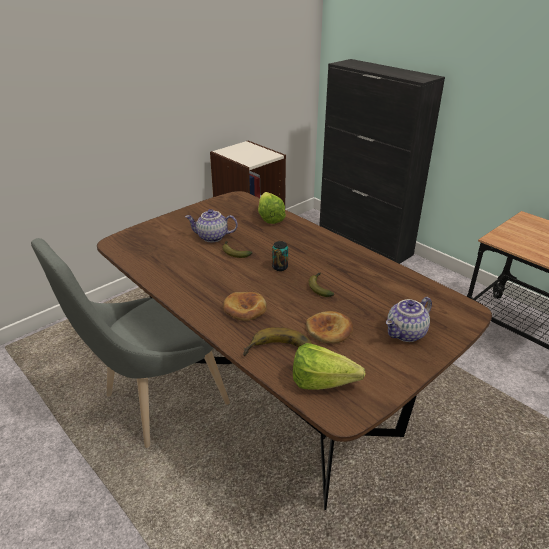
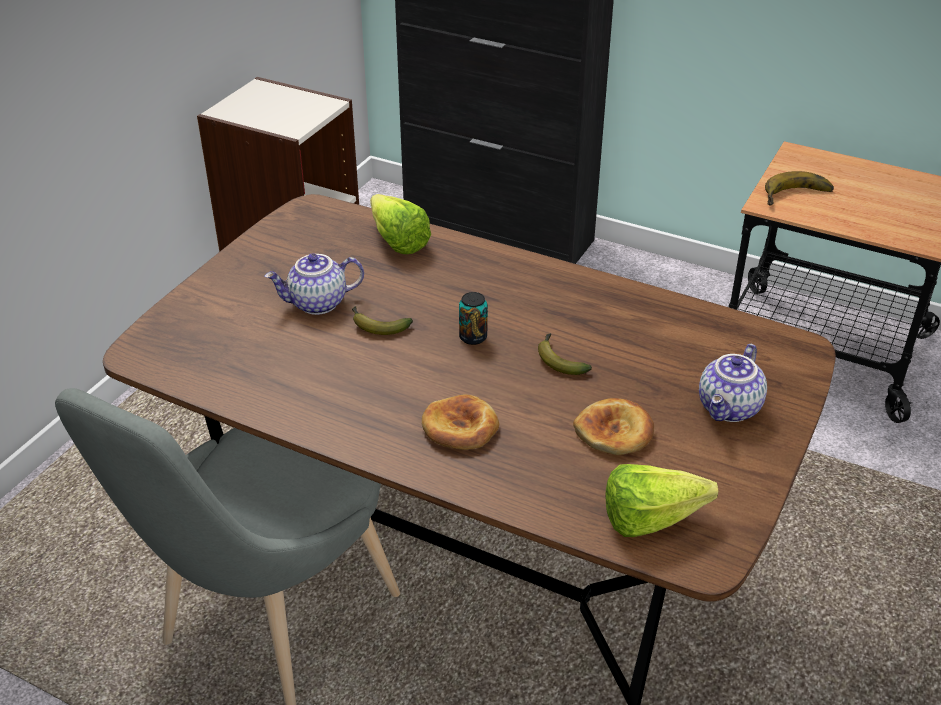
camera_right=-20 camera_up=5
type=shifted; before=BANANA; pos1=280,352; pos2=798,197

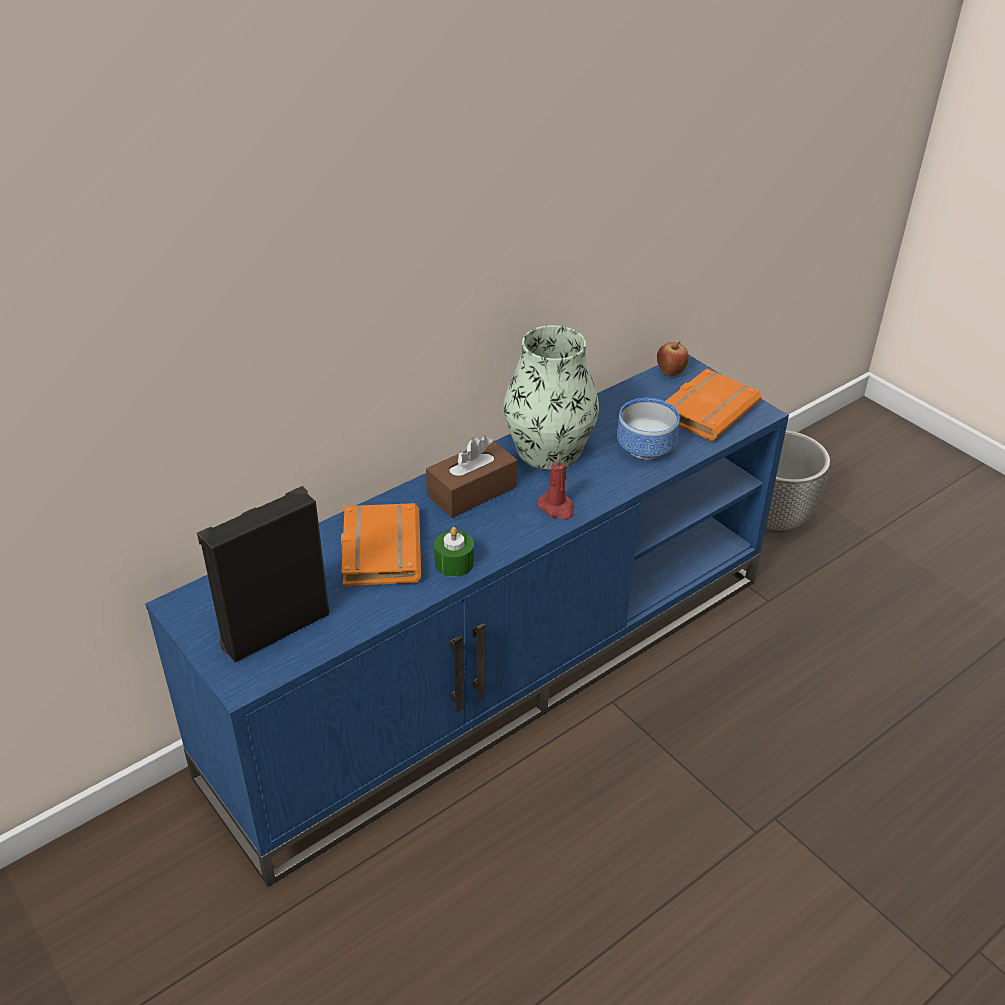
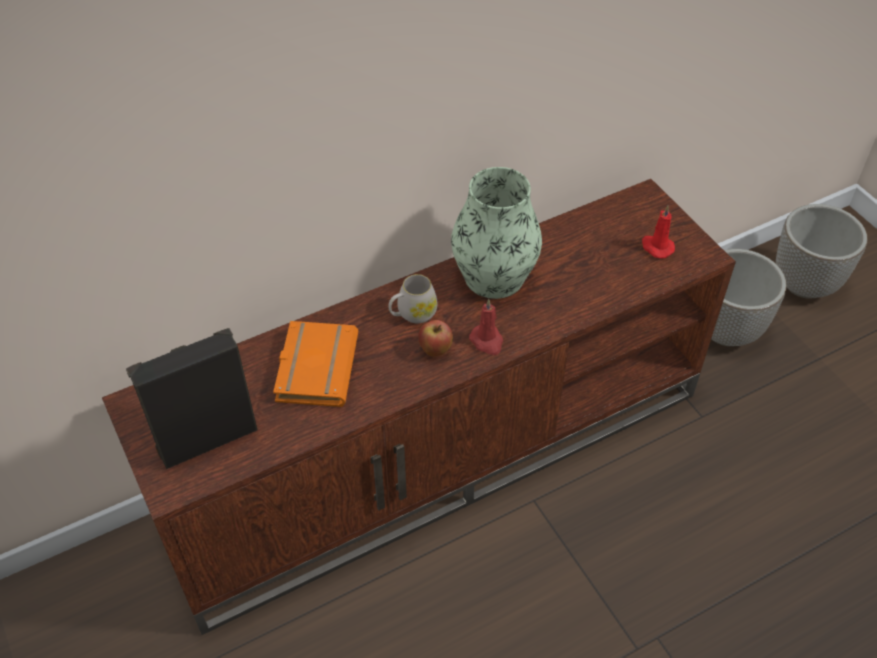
camera_right=10 camera_up=10
type=repainted; before=BLUE-COLOURED MEDIA CONSOLE; after=BROWNISH MEDIA CONSOLE; pos1=498,668; pos2=438,453
type=swapped; before=BROWNISH TISSUE HOLDER; after=WHITE-COLOURED TEA MUG; pos1=472,491; pos2=412,314
type=shifted; before=APPLE FRUIT; pos1=670,373; pos2=435,350
type=swapped; before=ORANGE-COLOURED BOOK; after=RED CANDLE; pos1=707,409; pos2=656,247
type=new; after=FLOWER POT; pos2=805,283
type=gone; before=GREEN-COLOURED CANDLE; pos1=454,563
type=gone; before=BOWL; pos1=645,450

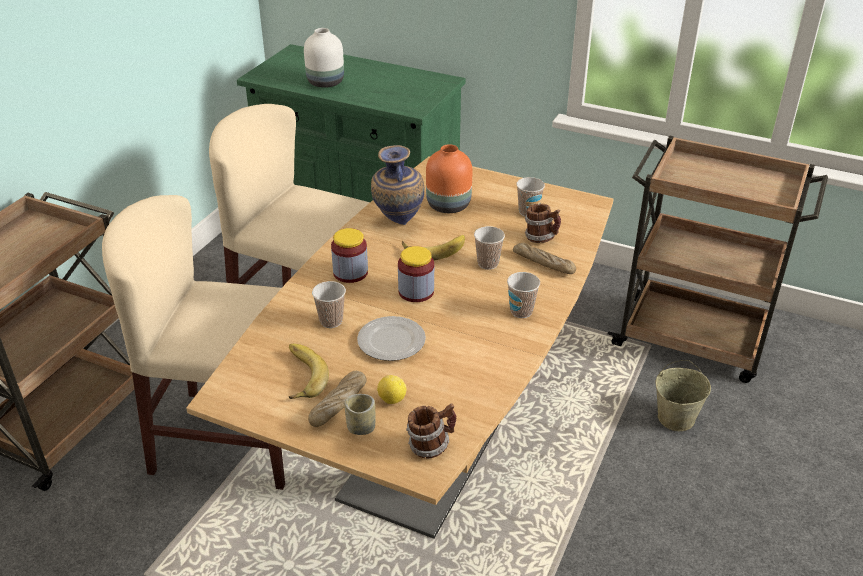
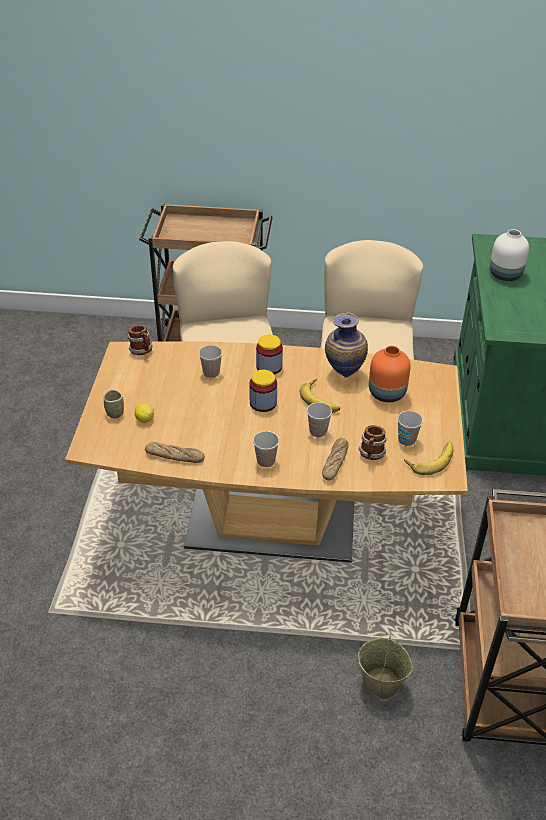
camera_right=70 camera_up=5
type=shifted; before=TEA MUG; pos1=431,445; pos2=142,351
type=shifted; before=BAKED BREAD; pos1=338,403; pos2=174,456
type=shifted; before=BANANA; pos1=300,375; pos2=430,459
type=gone; before=PLATE; pos1=391,342

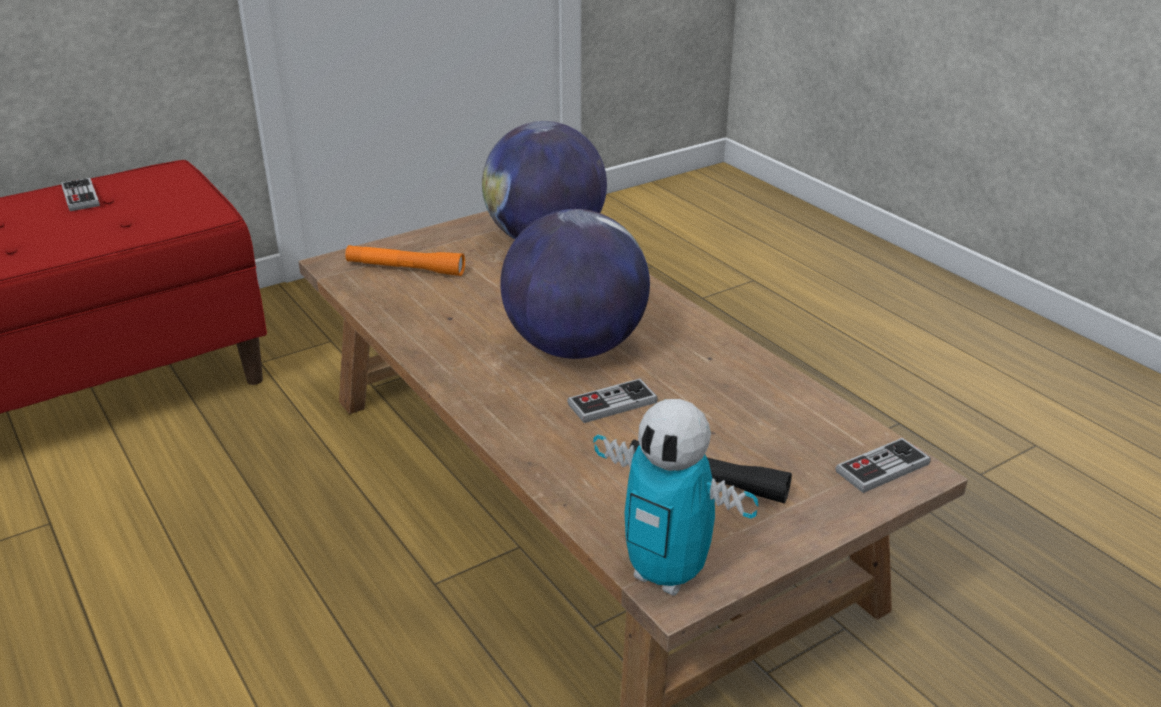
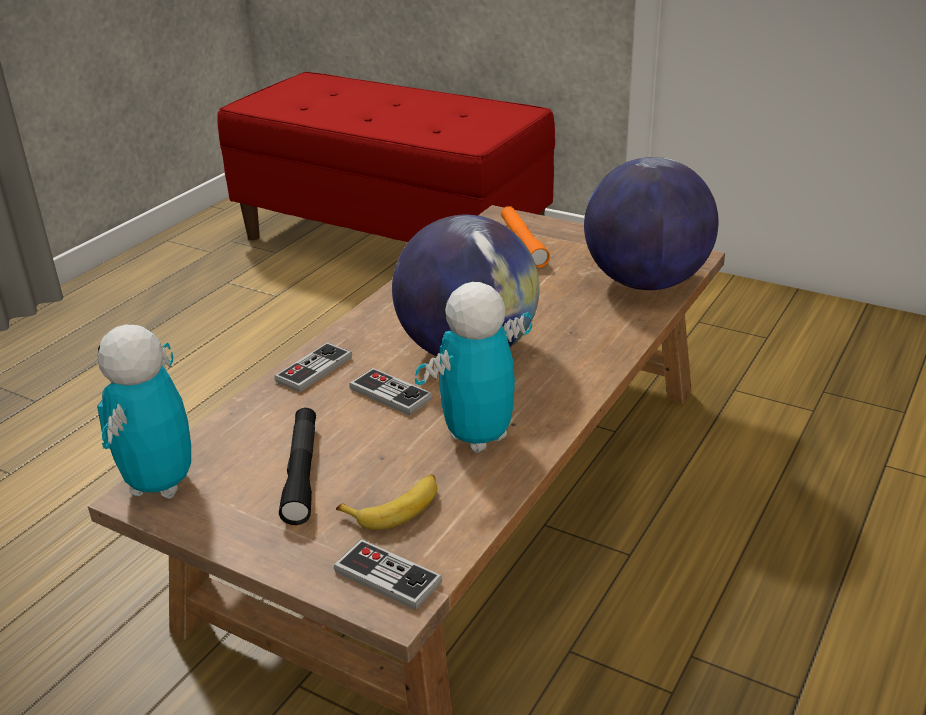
camera_right=65 camera_up=0
type=shifted; before=JOYPAD; pos1=81,197; pos2=314,369
type=new; after=BANANA; pos2=395,508
type=new; after=TOY ROBOT; pos2=478,438

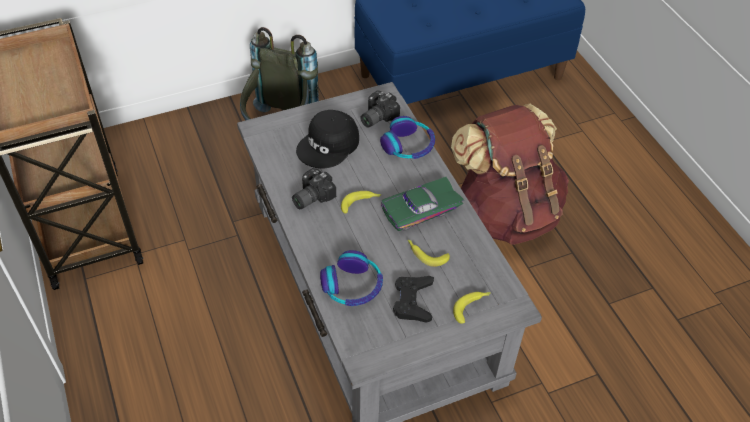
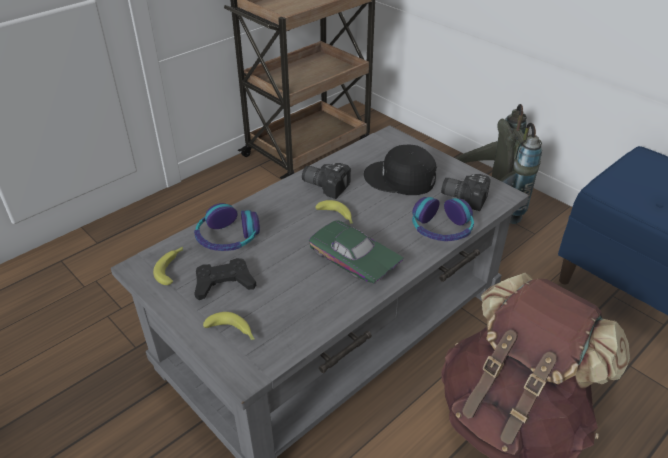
camera_right=70 camera_up=-10
type=shifted; before=BANANA; pos1=426,254; pos2=172,268

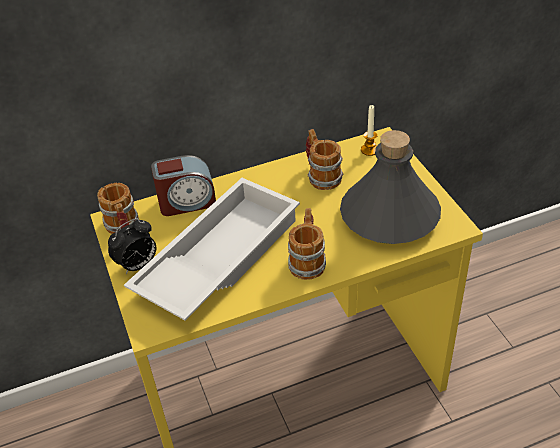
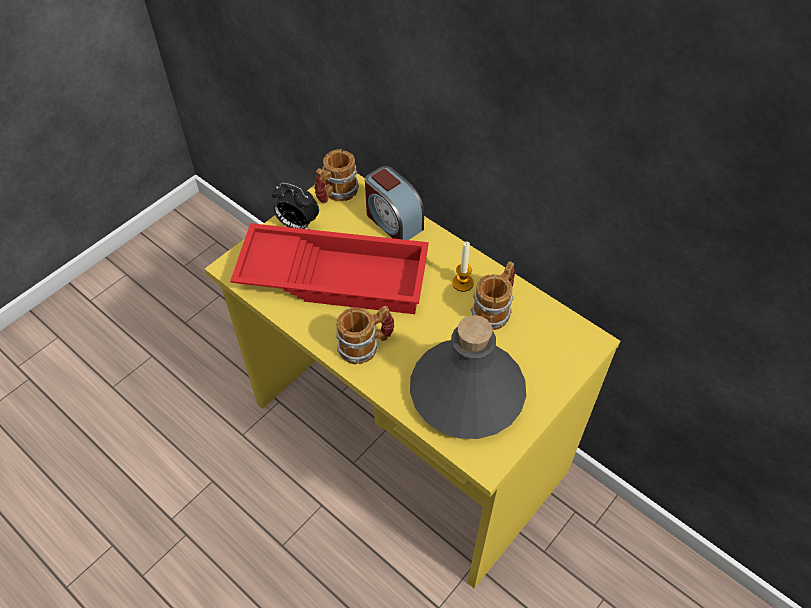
camera_right=60 camera_up=10
type=repainted; before=WHITE-COLOURED CARRYING TRAY; after=RED CARRYING TRAY; pos1=217,257; pos2=335,275
type=shifted; before=CANDLE; pos1=369,150; pos2=462,283

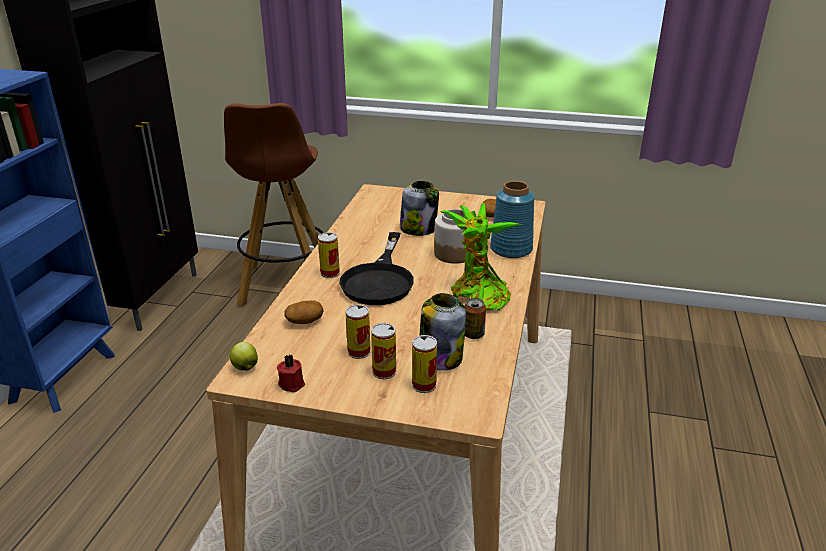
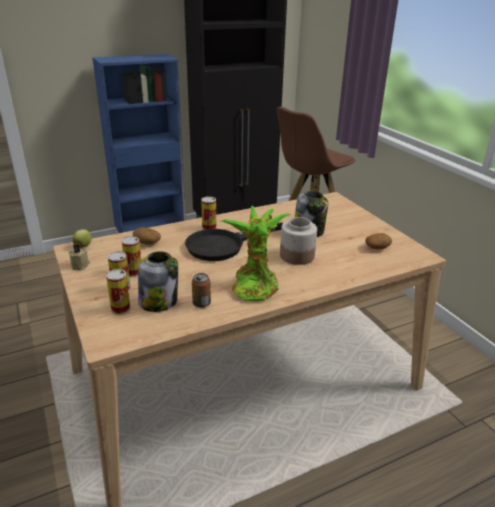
camera_right=50 camera_up=0
type=repainted; before=RED CANDLE; after=BEIGE CANDLE; pos1=292,383; pos2=81,265
type=gone; before=BLUE-COLOURED DECORATIVE VASE; pos1=511,249

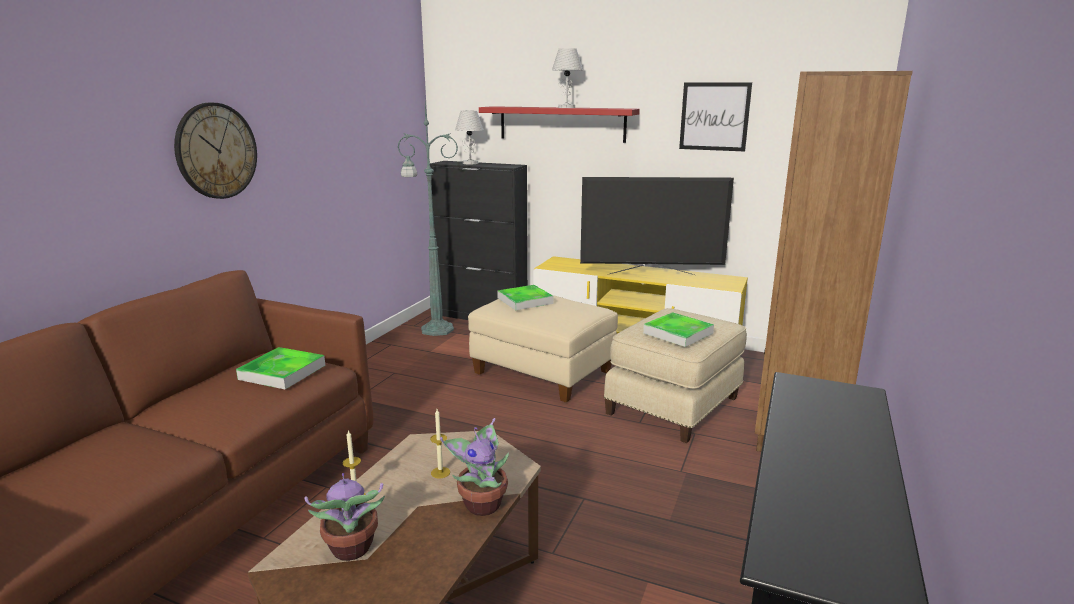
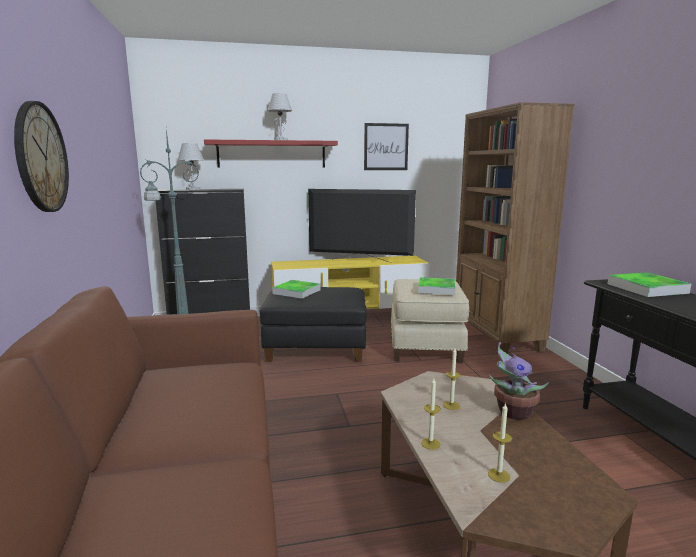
camera_right=-35 camera_up=-5
type=repainted; before=BEIGE POUFFE; after=BLACK-COLOURED POUFFE; pos1=543,373; pos2=316,348
type=rotated; before=TELEVISION; pos1=651,274; pos2=360,261; turn=-135
type=swapped; before=HOUSEPLANT; after=CANDLE; pos1=351,549; pos2=499,475
type=shifted; before=CARRYING TRAY; pos1=282,372; pos2=647,288

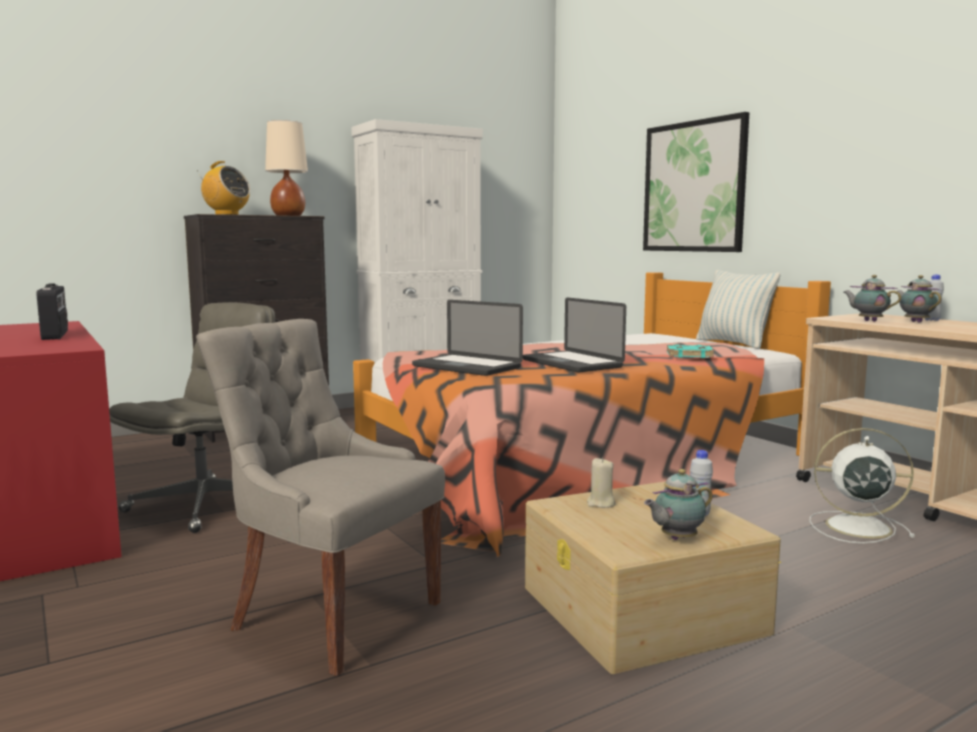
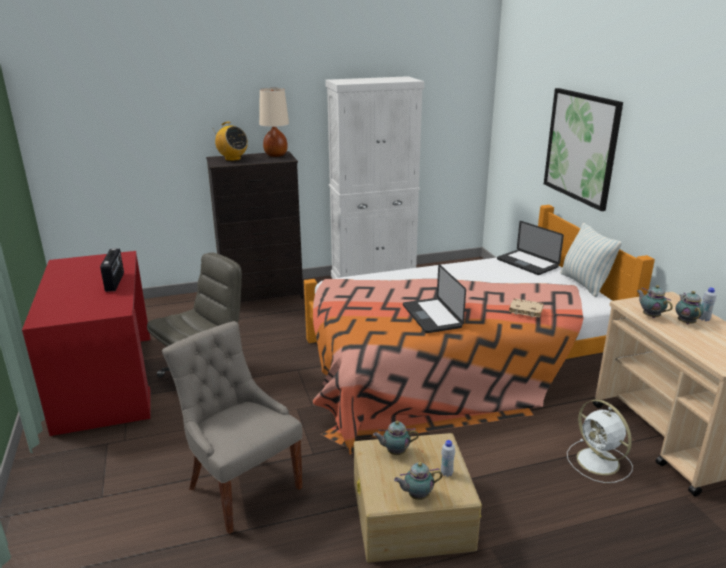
camera_right=15 camera_up=15
type=swapped; before=BEIGE CANDLE; after=TEA POT; pos1=601,503; pos2=395,452
type=shifted; before=NOTEBOOK COMPUTER; pos1=466,367; pos2=527,263
type=repainted; before=TURQUOISE BOOK; after=BEIGE BOOK; pos1=689,355; pos2=526,310
type=rotated; before=WHITE-COLOURED FAN; pos1=855,527; pos2=599,462; turn=-150

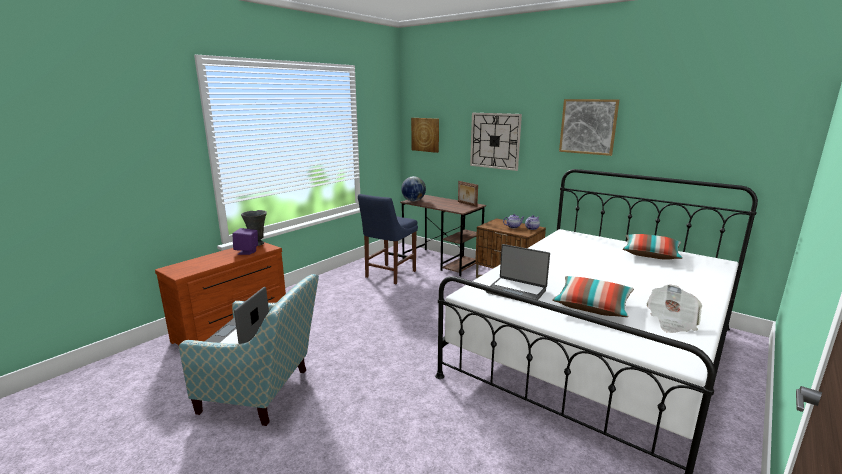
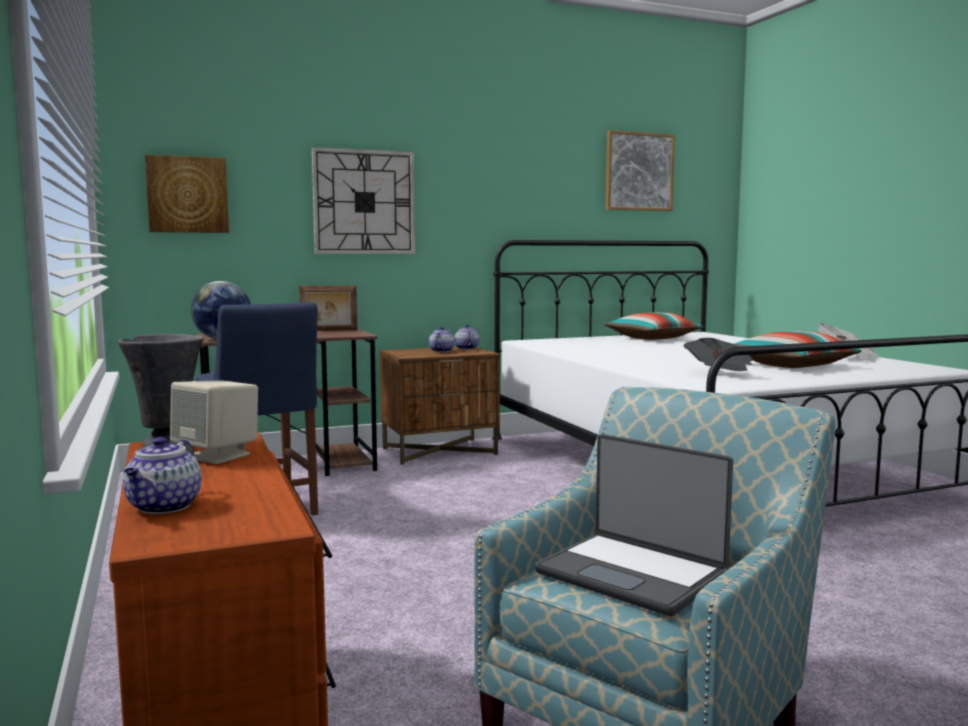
camera_right=-60 camera_up=-10
type=new; after=TEA POT; pos2=164,507
type=repainted; before=PURPLISH LOUDSPEAKER; after=BEIGE LOUDSPEAKER; pos1=247,252; pos2=217,456
type=shifted; before=WALL PICTURE; pos1=588,126; pos2=639,172
type=swapped; before=NOTEBOOK COMPUTER; after=DAILY PAPER; pos1=516,291; pos2=720,374

